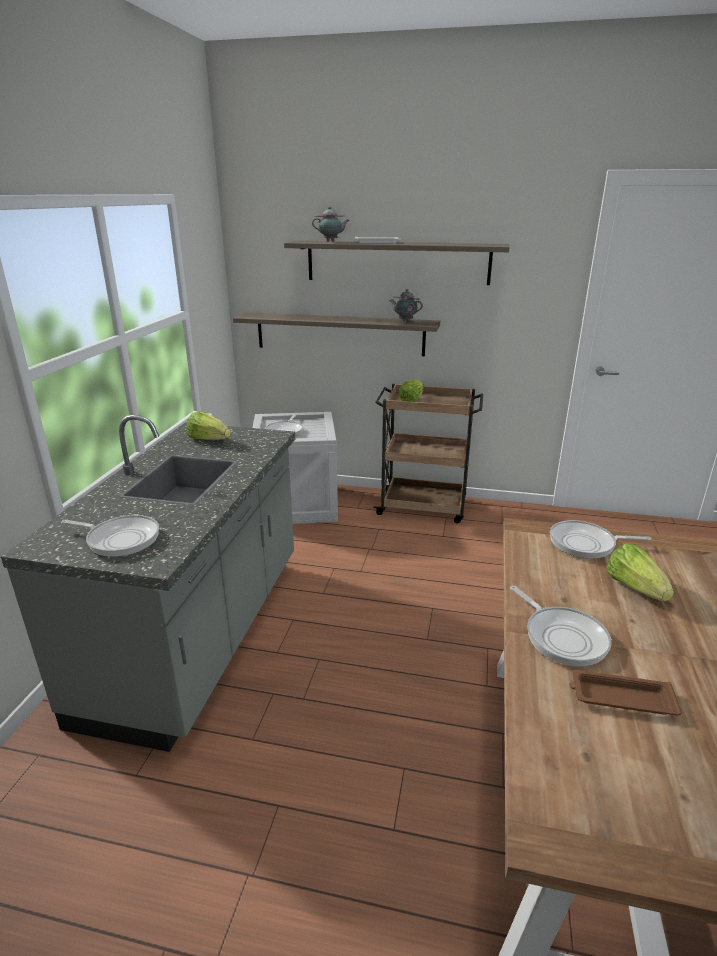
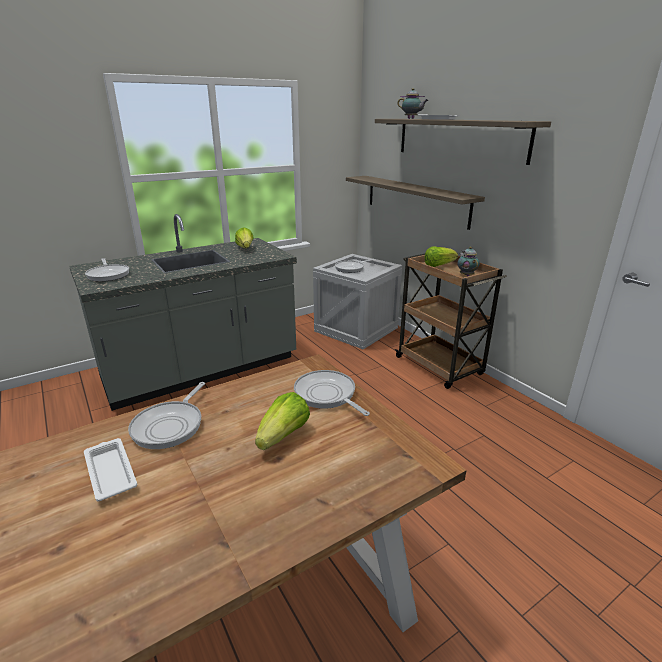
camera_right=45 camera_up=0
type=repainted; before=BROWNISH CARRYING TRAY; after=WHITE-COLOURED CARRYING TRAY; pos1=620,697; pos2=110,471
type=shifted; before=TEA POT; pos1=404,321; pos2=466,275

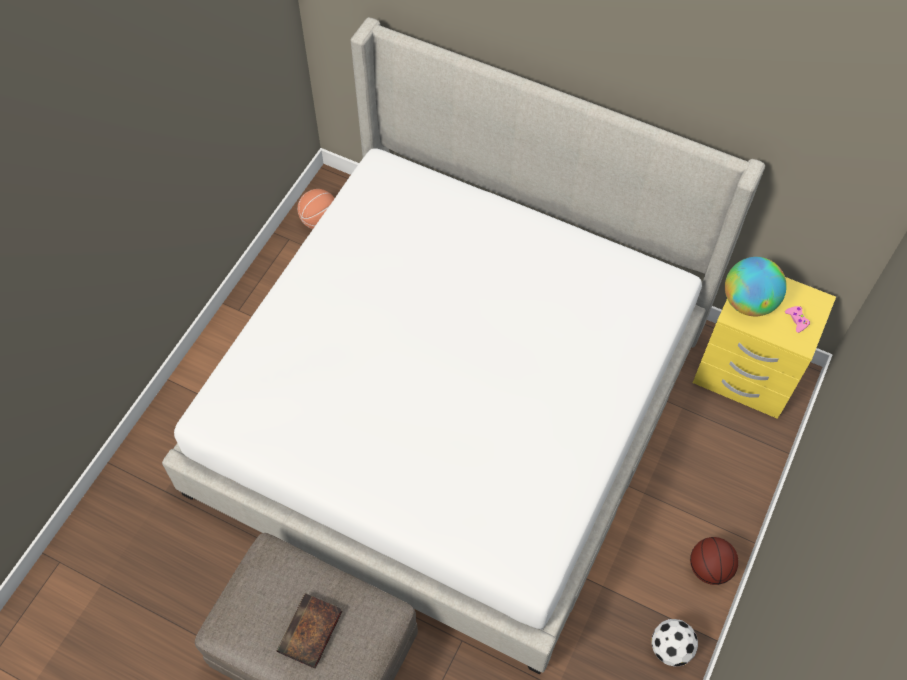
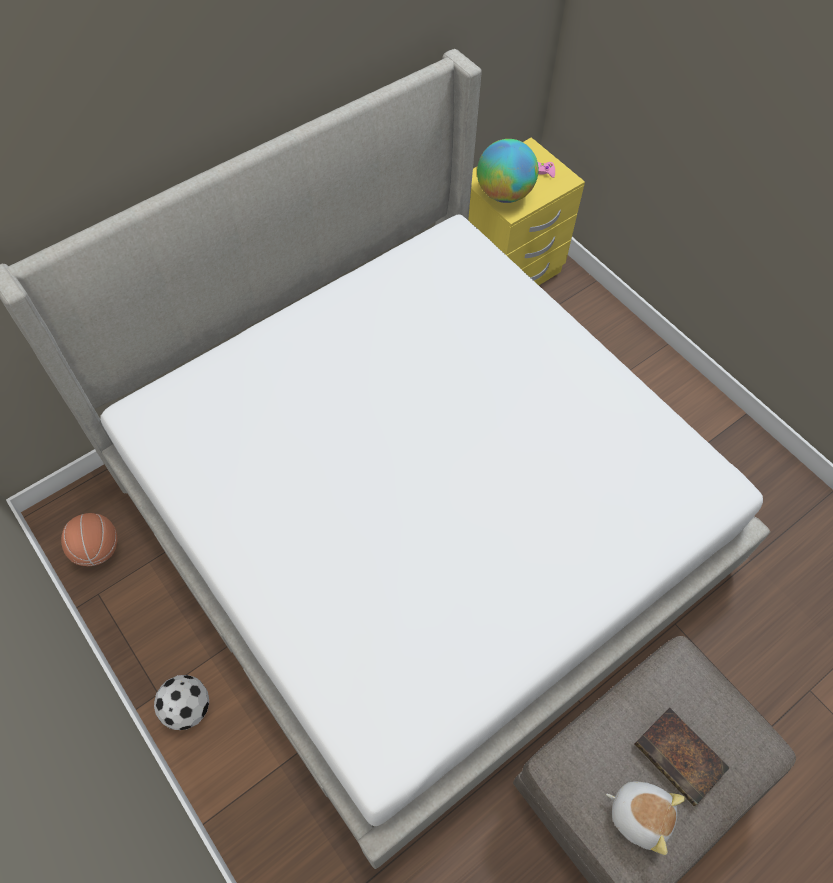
camera_right=-65 camera_up=0
type=shifted; before=BALL FOR FOOTBALL; pos1=670,648; pos2=187,709
type=new; after=CUDDLY TOY; pos2=640,814
type=gone; before=BALL FOR BASKETBALL; pos1=709,568

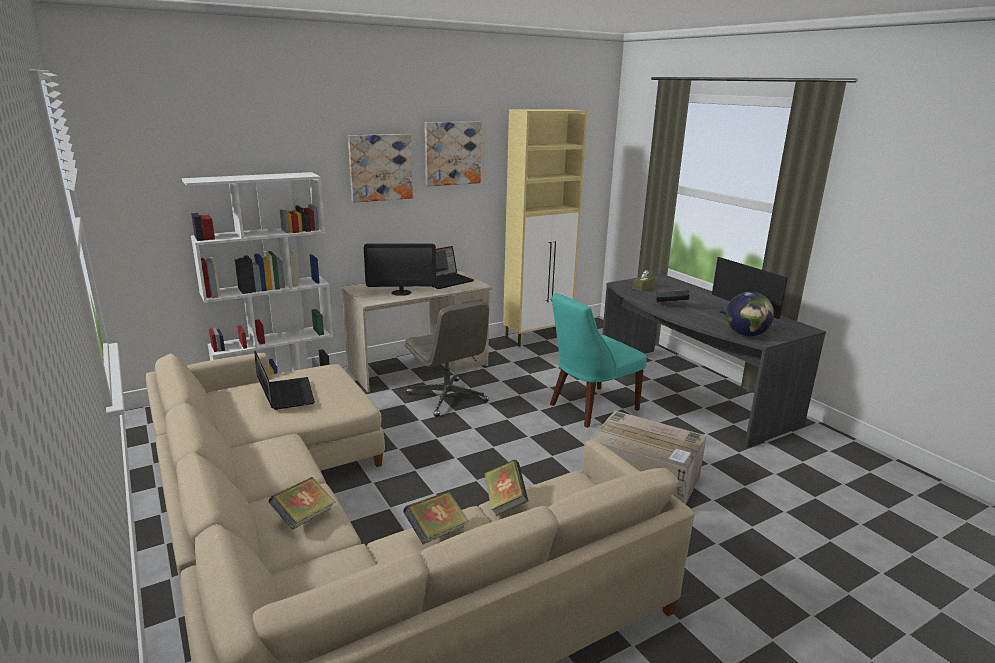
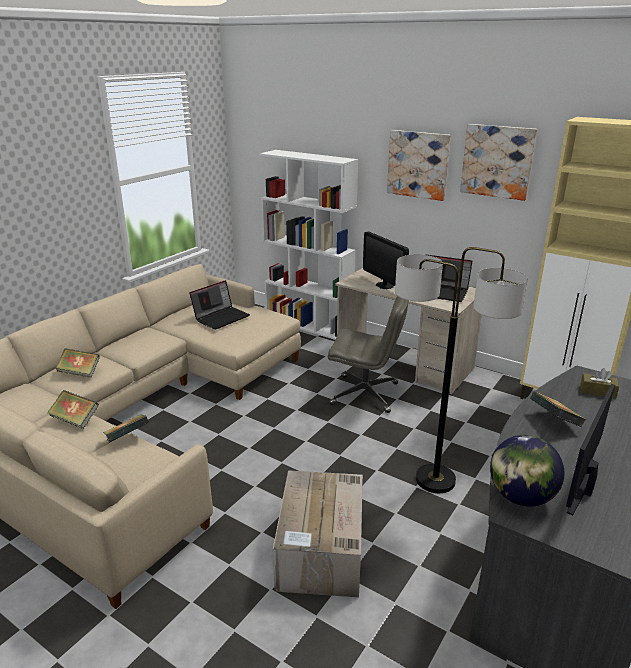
camera_right=65 camera_up=5
type=rotated; before=GREYISH OFFICE CHAIR; pos1=447,398; pos2=365,394; turn=-105
type=swapped; before=TURQUOISE CHAIR; after=FLOOR LAMP; pos1=590,408; pos2=435,479

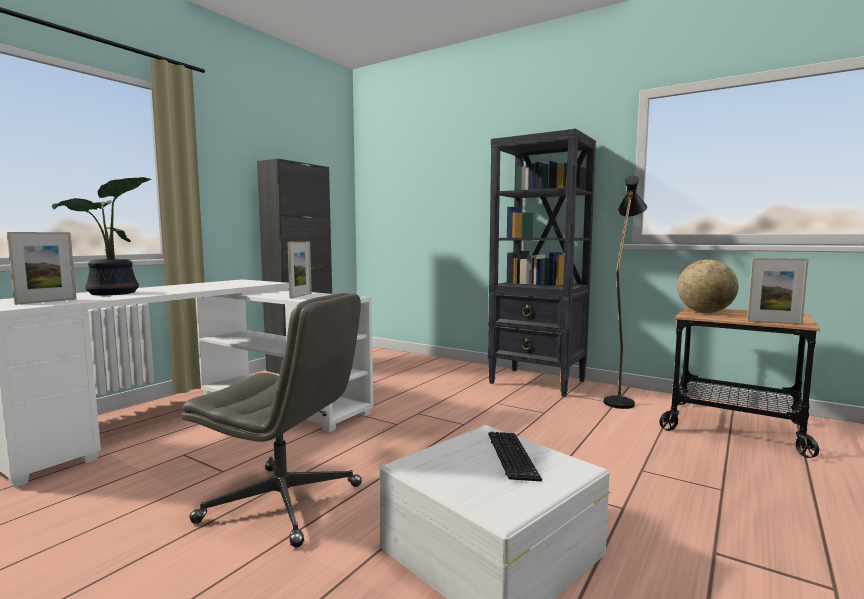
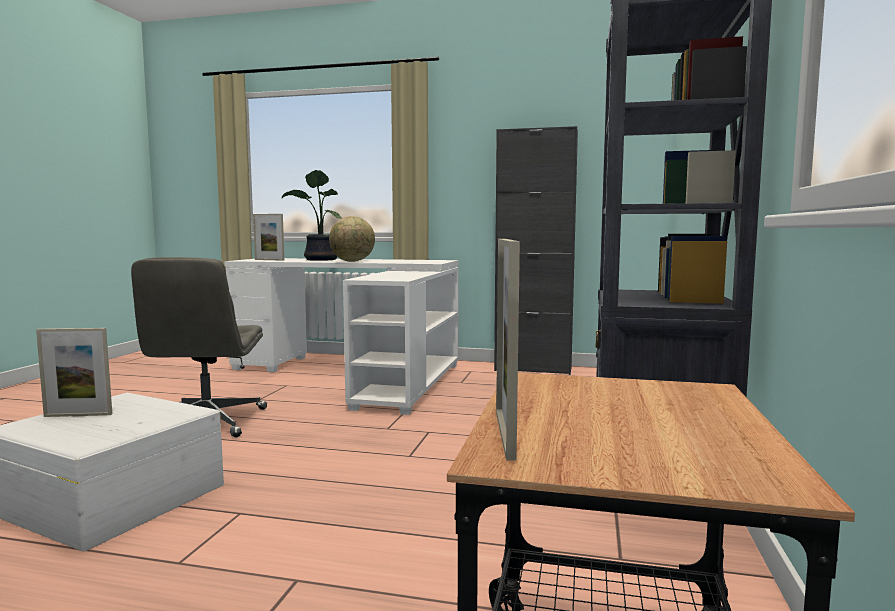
camera_right=70 camera_up=0
type=shifted; before=PICTURE FRAME; pos1=301,295; pos2=78,415
type=shifted; before=WORLD GLOBE; pos1=705,312; pos2=352,261
type=gone; before=PC KEYBOARD; pos1=512,457
type=gone; before=BLACK-COLOURED FLOOR LAMP; pos1=619,400

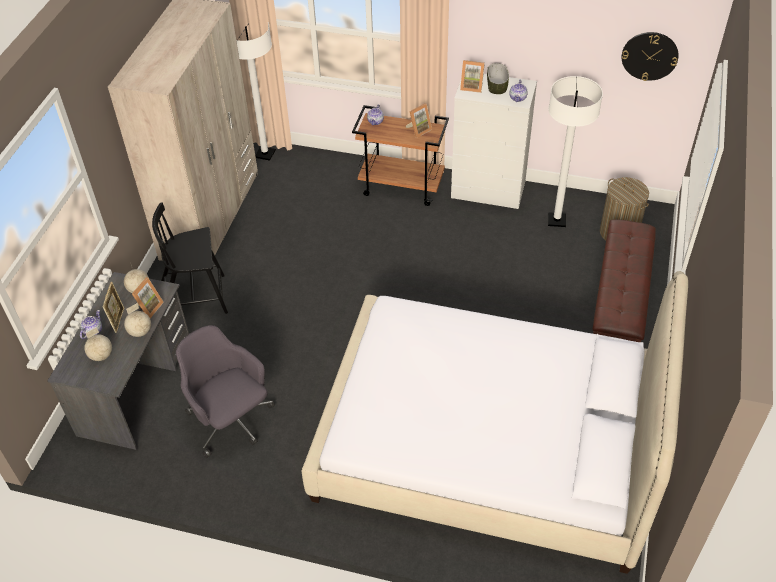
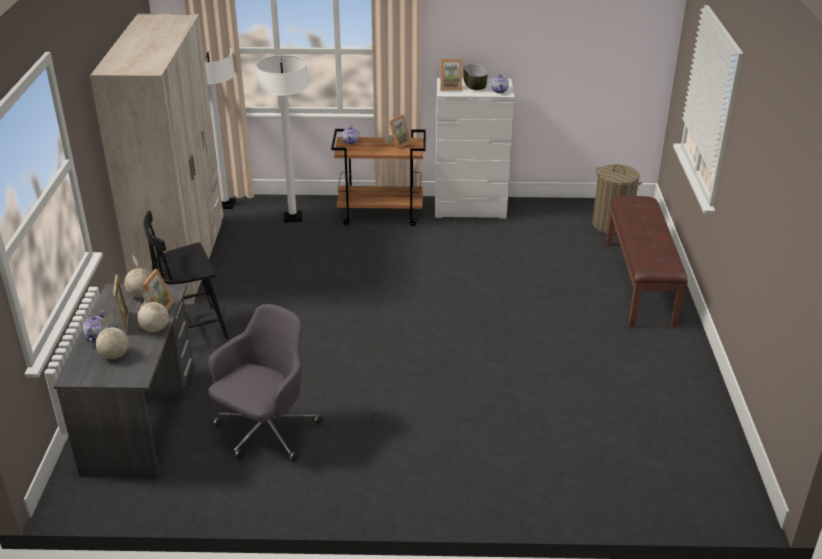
camera_right=-15 camera_up=-15
type=rotated; before=GREYISH OFFICE CHAIR; pos1=231,421; pos2=266,432; turn=90
type=shifted; before=WHITE-COLOURED FLOOR LAMP; pos1=556,220; pos2=292,217
type=gone; before=BED; pos1=488,441
type=gone; before=CLOCK ON THE WALL; pos1=649,56

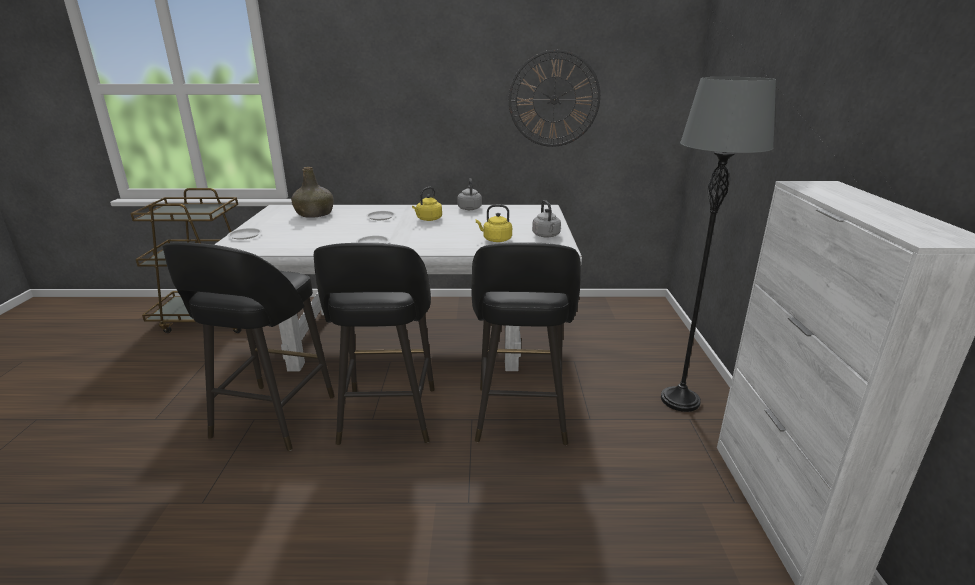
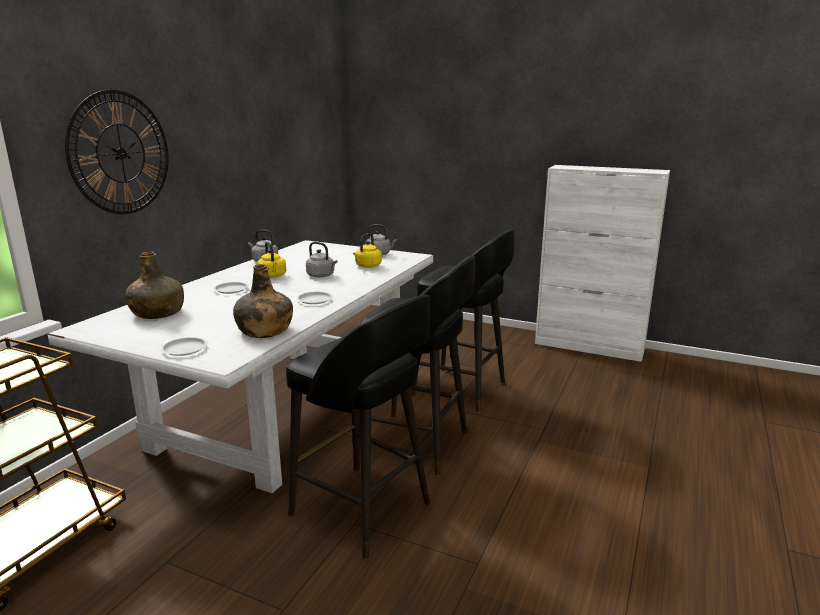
camera_right=-65 camera_up=-5
type=shifted; before=CLOCK ON THE WALL; pos1=554,99; pos2=120,153
type=new; after=GREEN-COLOURED BOTTLE; pos2=264,331
type=new; after=GREYISH WATER KETTLE; pos2=322,276
type=gone; before=GREYISH FLOOR LAMP; pos1=680,400

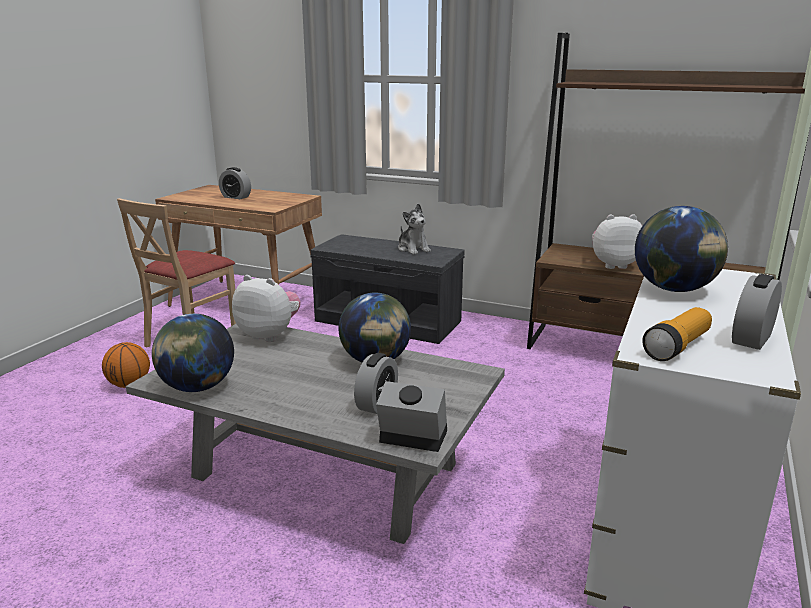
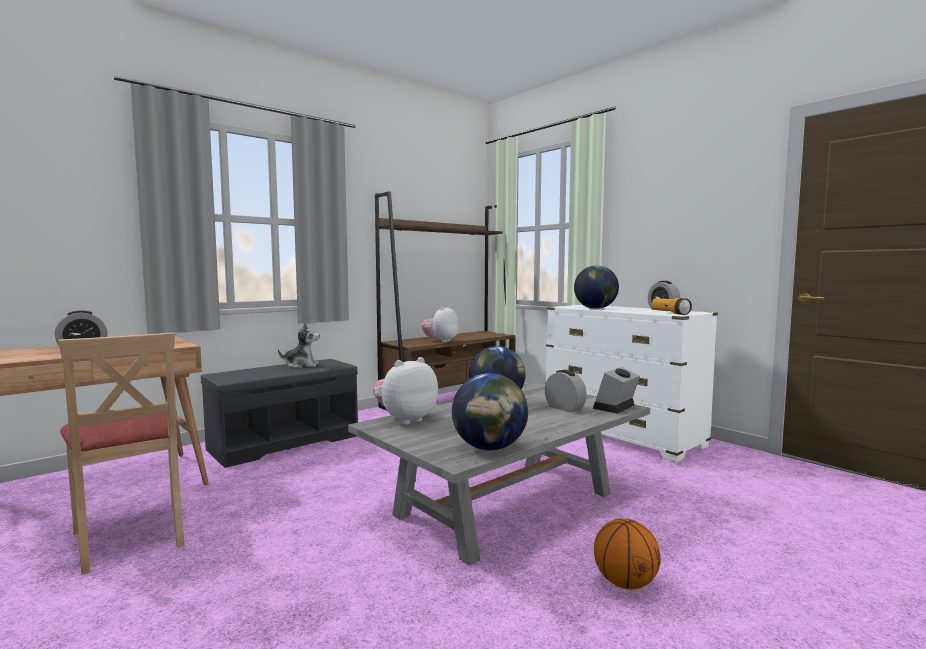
camera_right=-65 camera_up=-15
type=shifted; before=BALL FOR BASKETBALL; pos1=129,385; pos2=625,583

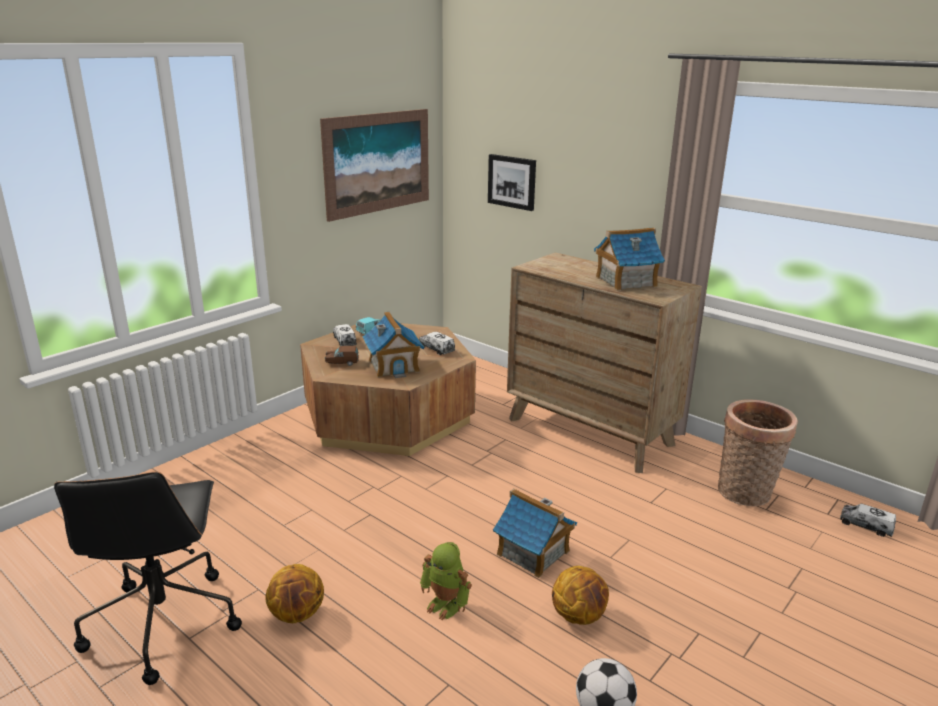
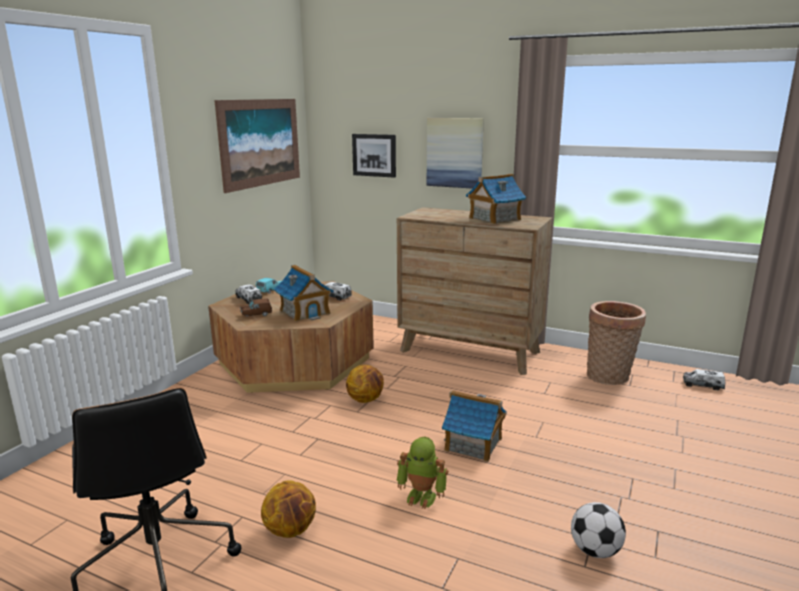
camera_right=-15 camera_up=-5
type=shifted; before=BALL FOR BASKETBALL; pos1=579,616; pos2=366,399
type=new; after=WALL PICTURE; pos2=454,152

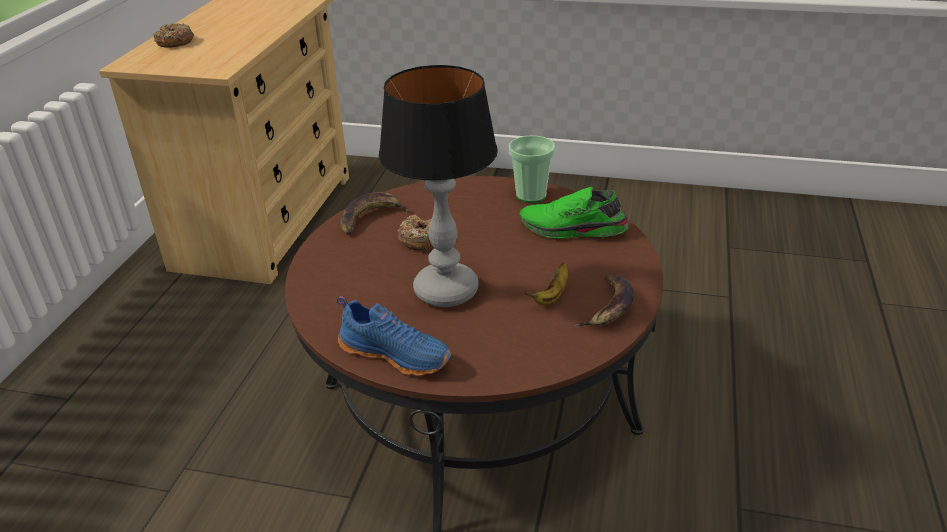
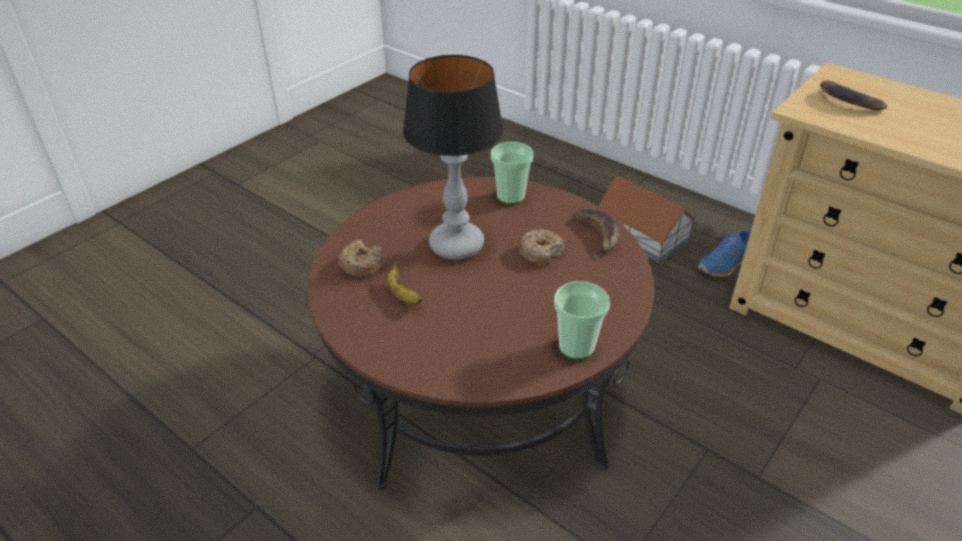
camera_right=115 camera_up=5
type=shifted; before=DOUGHNUT; pos1=175,42; pos2=361,265
type=new; after=SMALL CUP; pos2=510,196
type=new; after=MINIATURE HOUSE; pos2=641,233
type=shifted; before=BLUE-COLOURED ITEM OF FOOTWEAR; pos1=396,353; pos2=725,264
type=shifted; before=BANANA; pos1=608,308; pos2=847,101
type=gone; before=GREEN-COLOURED ITEM OF FOOTWEAR; pos1=572,230

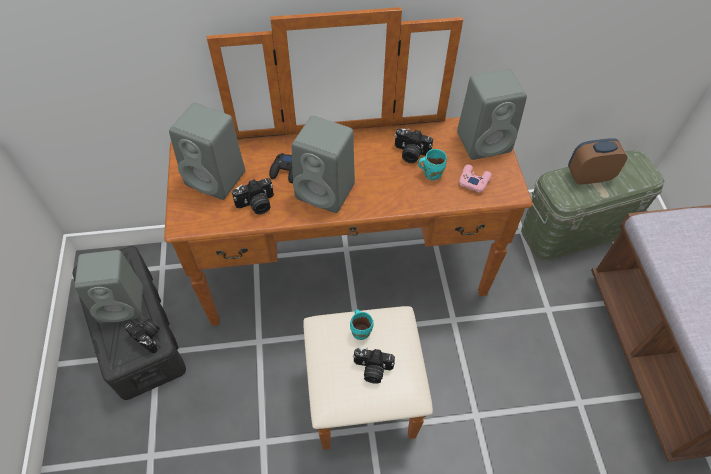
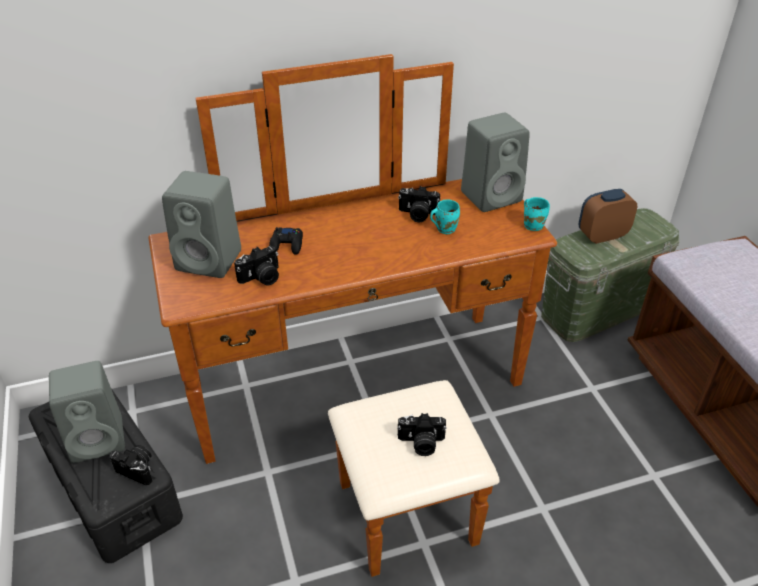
camera_right=-10 camera_up=-15
type=shifted; before=TURQUOISE TEA MUG; pos1=361,330; pos2=533,225
type=gone; before=GREYISH LOUDSPEAKER; pos1=327,191
type=gone; before=PINK JOYPAD; pos1=474,180

